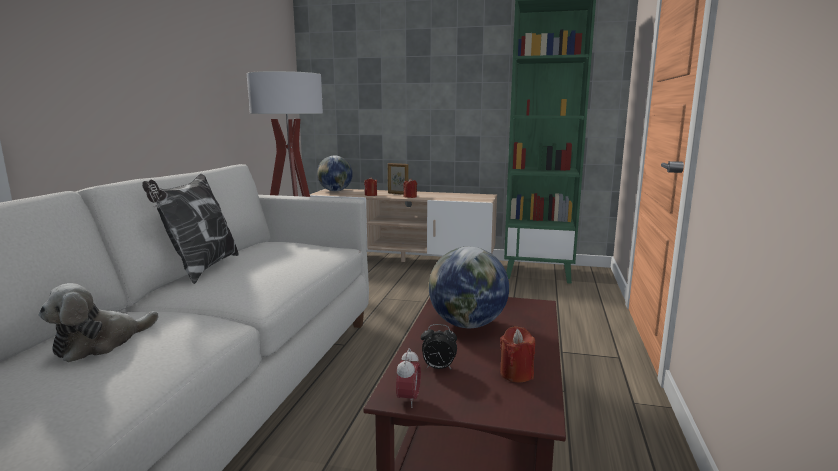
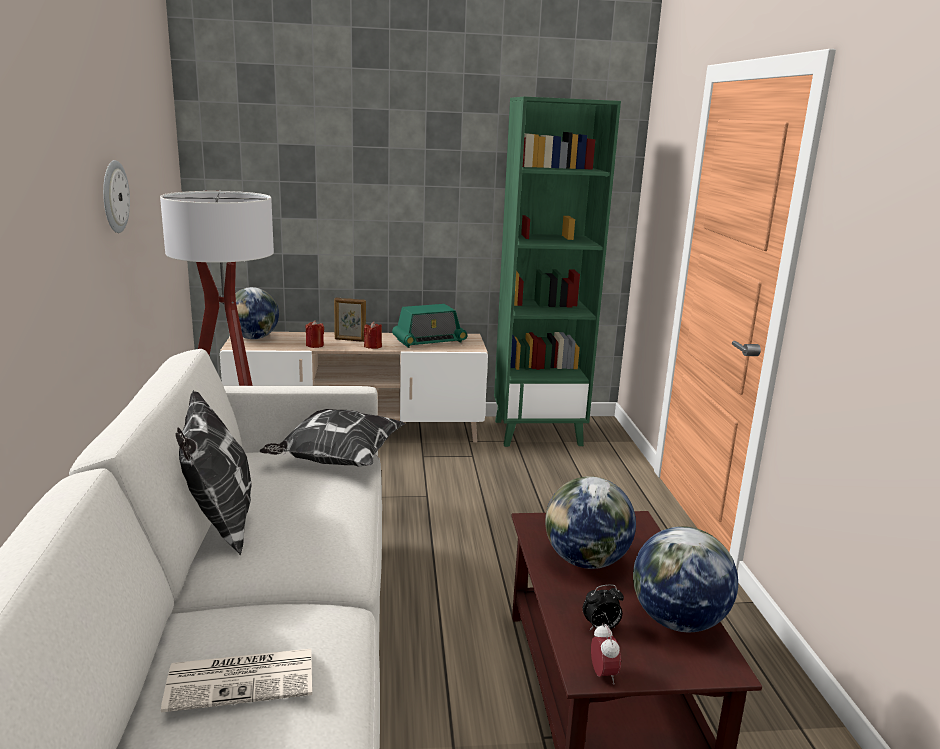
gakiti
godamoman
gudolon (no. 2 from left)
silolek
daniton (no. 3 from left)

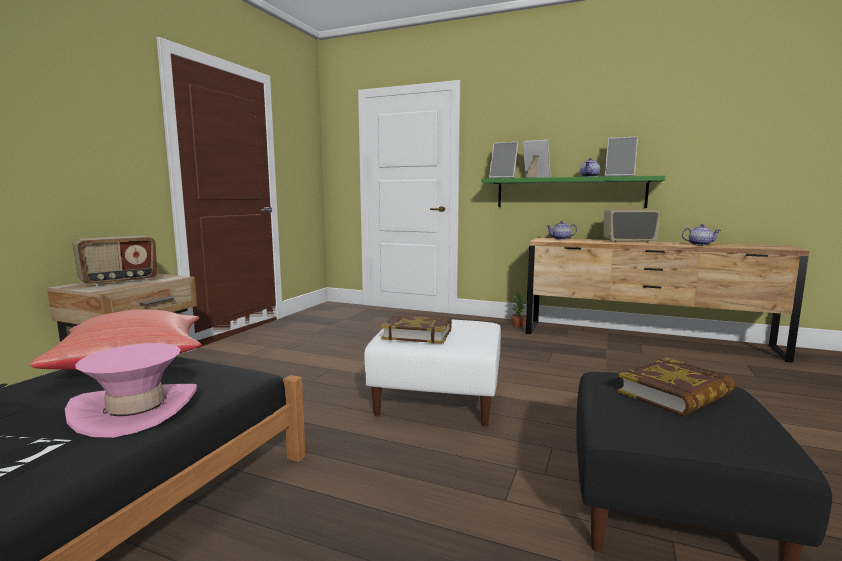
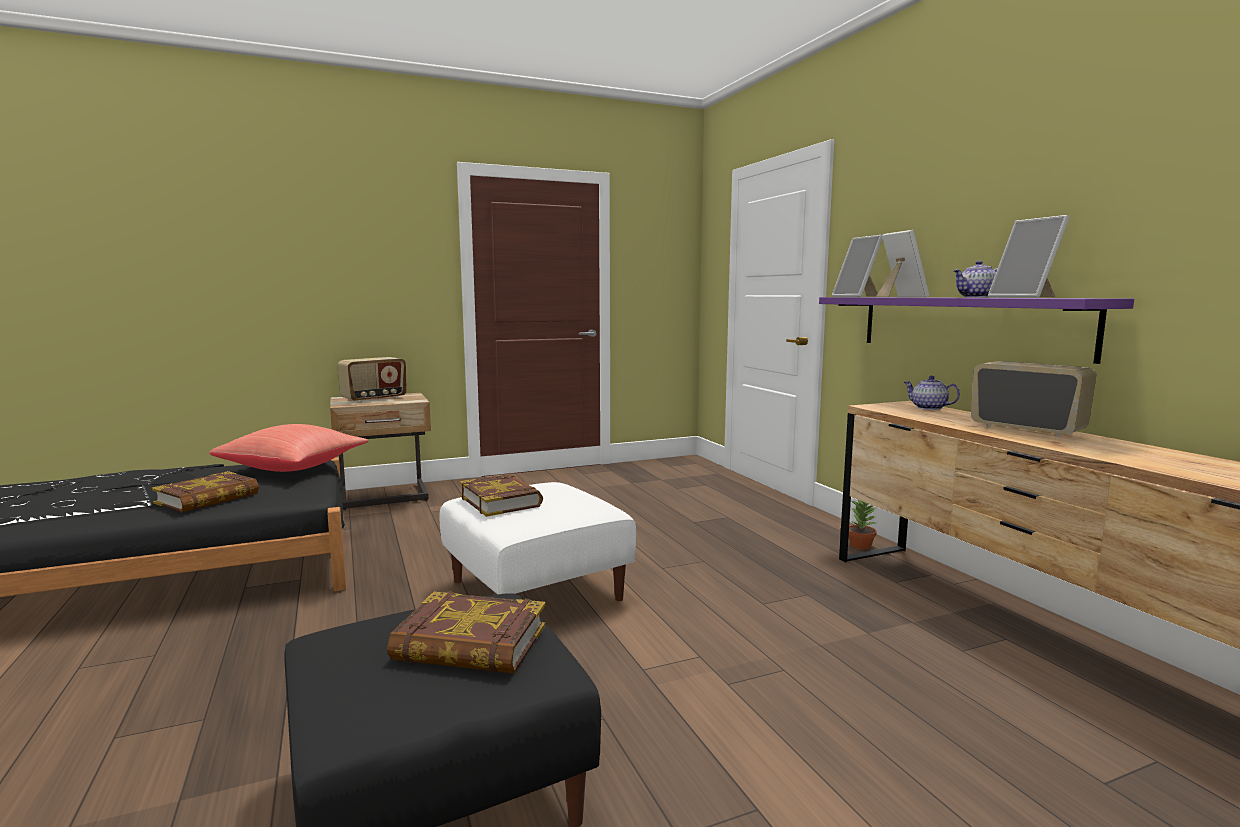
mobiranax (no. 1 from left)
silolek (no. 1 from left)
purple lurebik
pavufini (no. 3 from left in the first image)

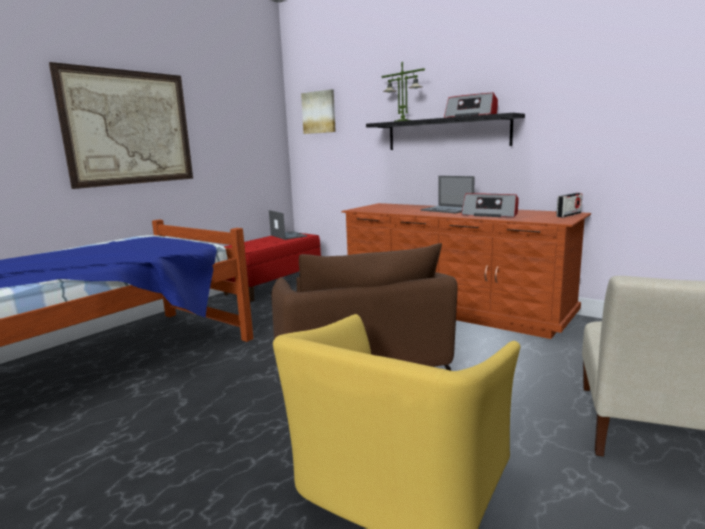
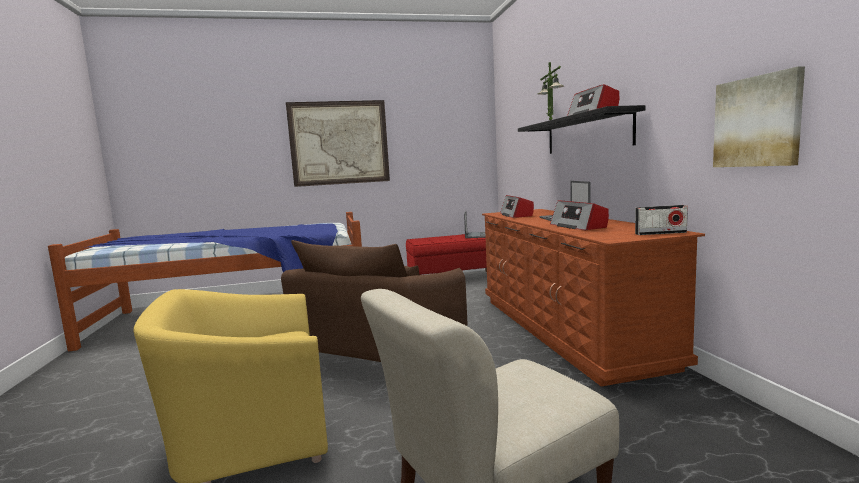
silolek (no. 1 from left)
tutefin (no. 2 from left)

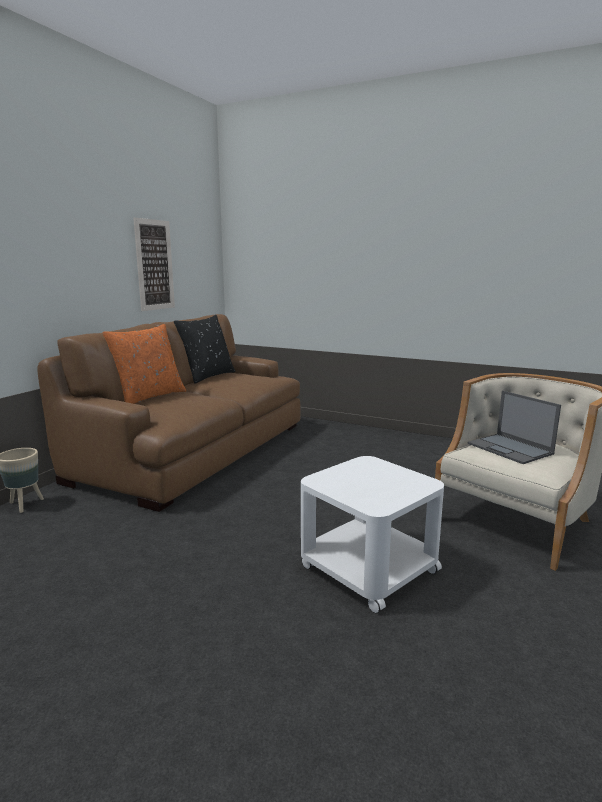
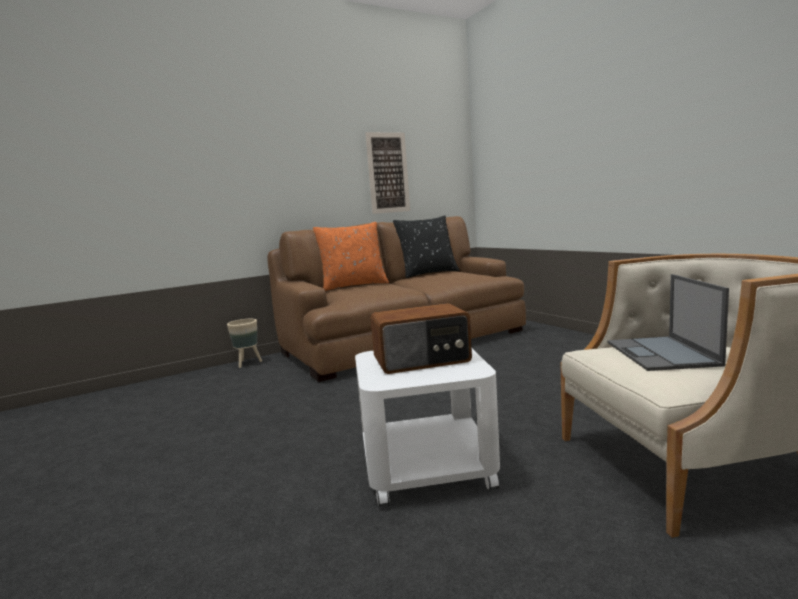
silolek

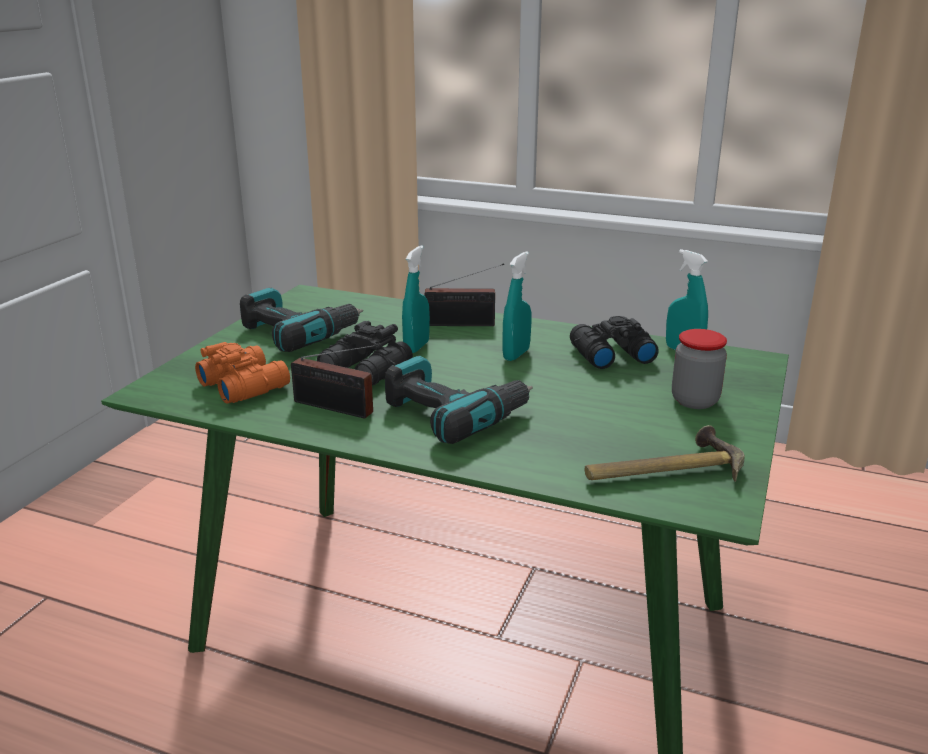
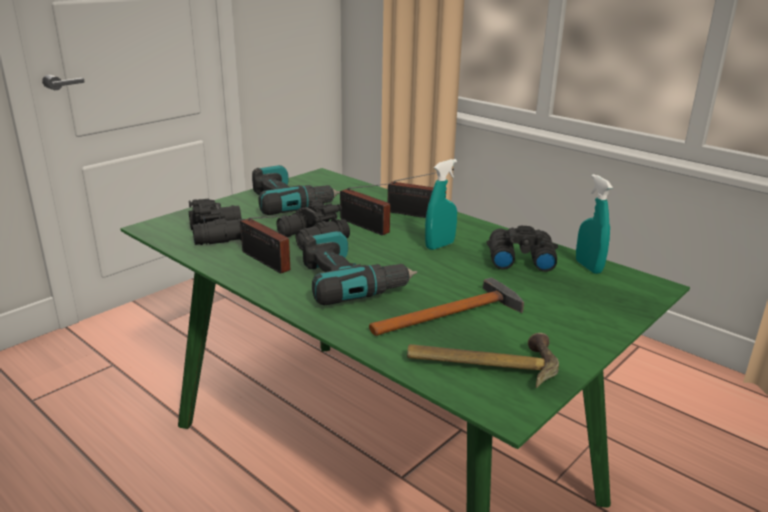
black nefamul (no. 1 from left)
silolek (no. 2 from left)
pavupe (no. 1 from left)
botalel

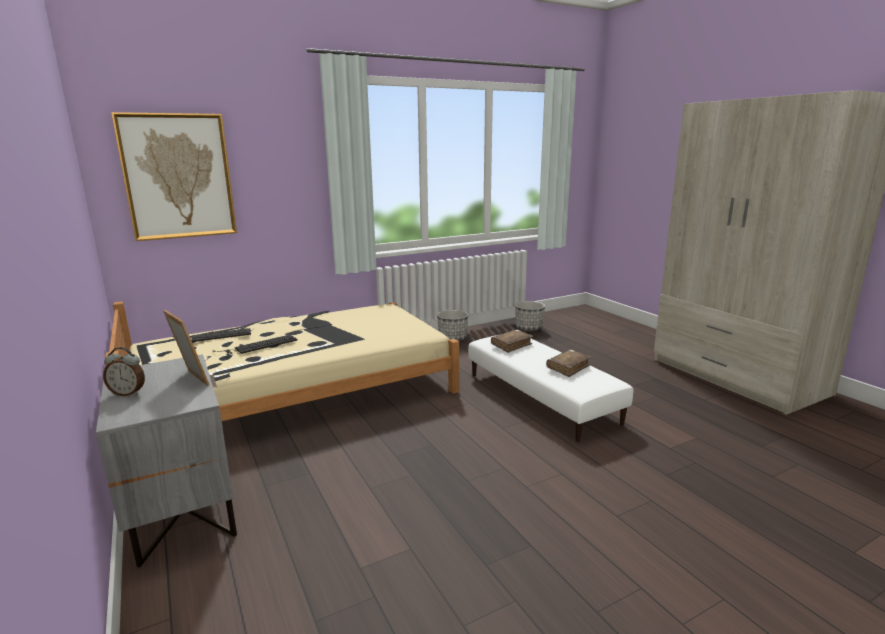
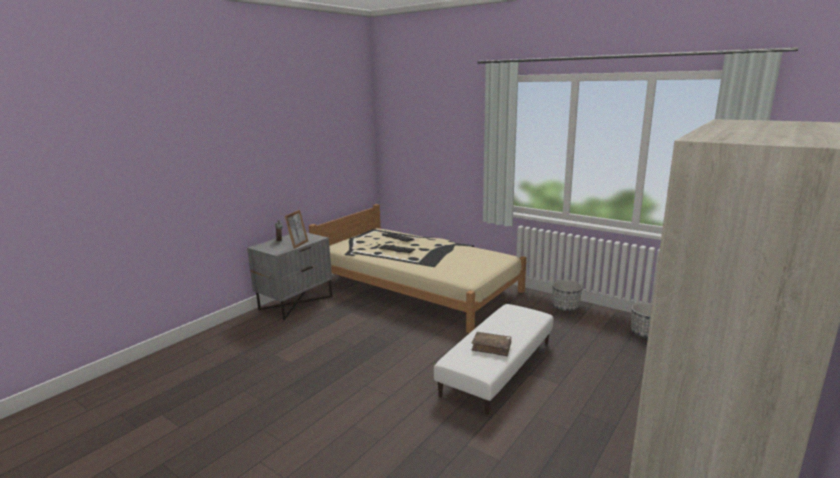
tutefin
brown mobiranax (no. 1 from left in the first image)

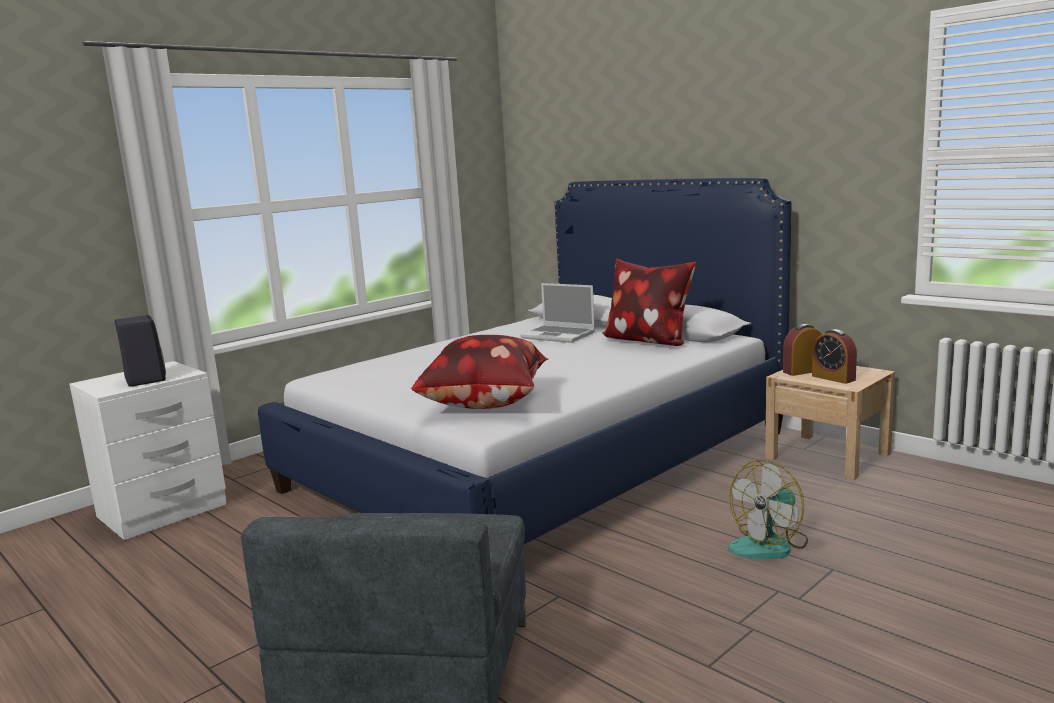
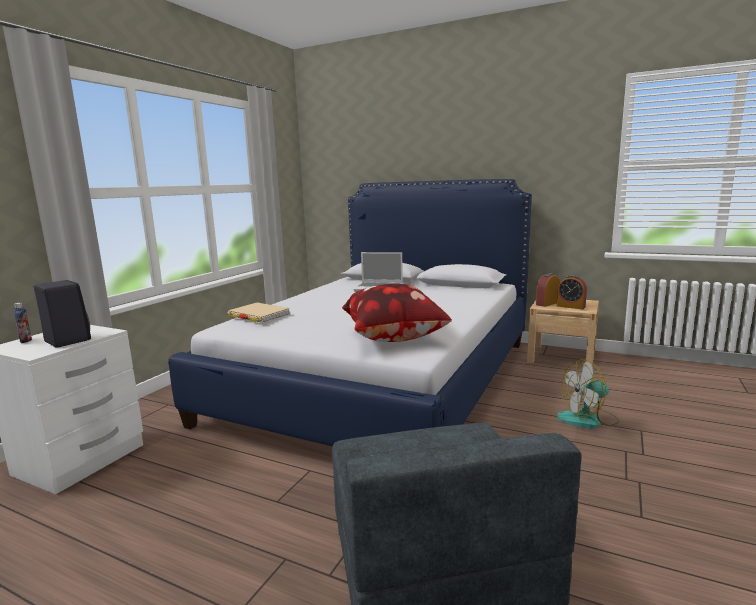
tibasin
beige mobiranax
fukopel
gudolon (no. 2 from left in the first image)

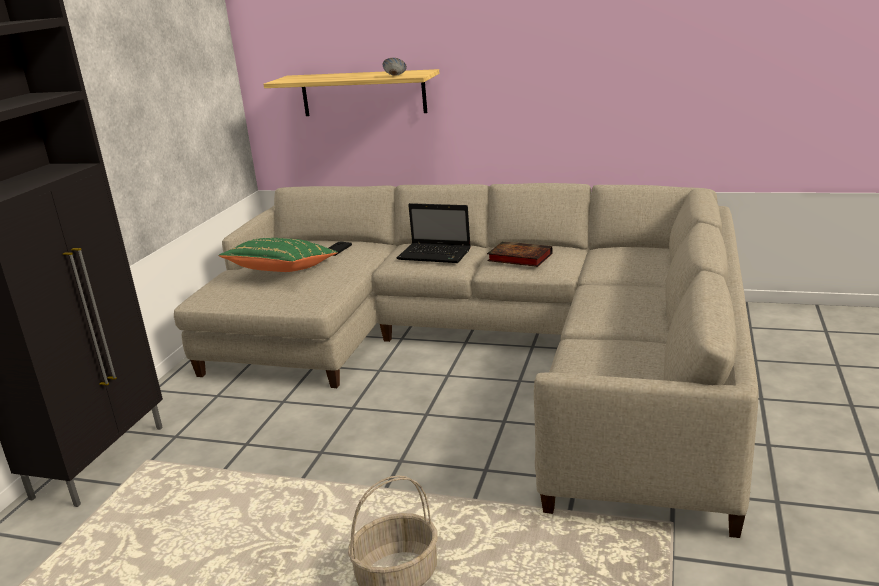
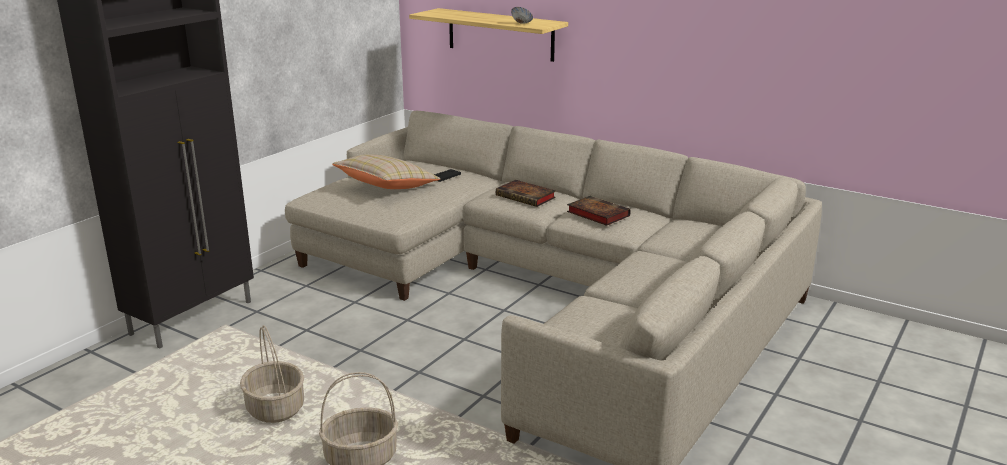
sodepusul (no. 1 from left)
beige gudolon
mobiranax (no. 1 from left)

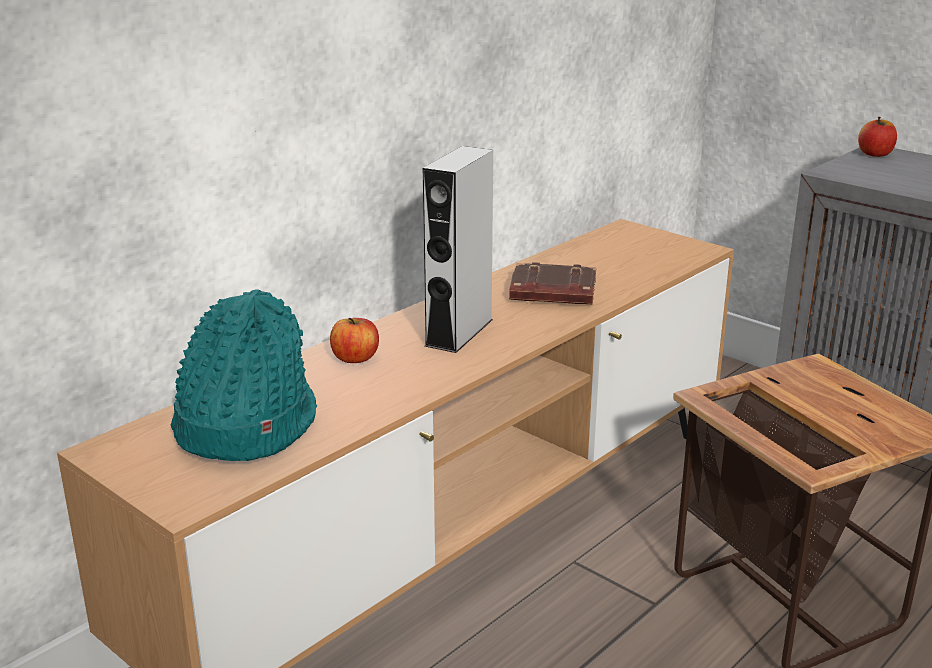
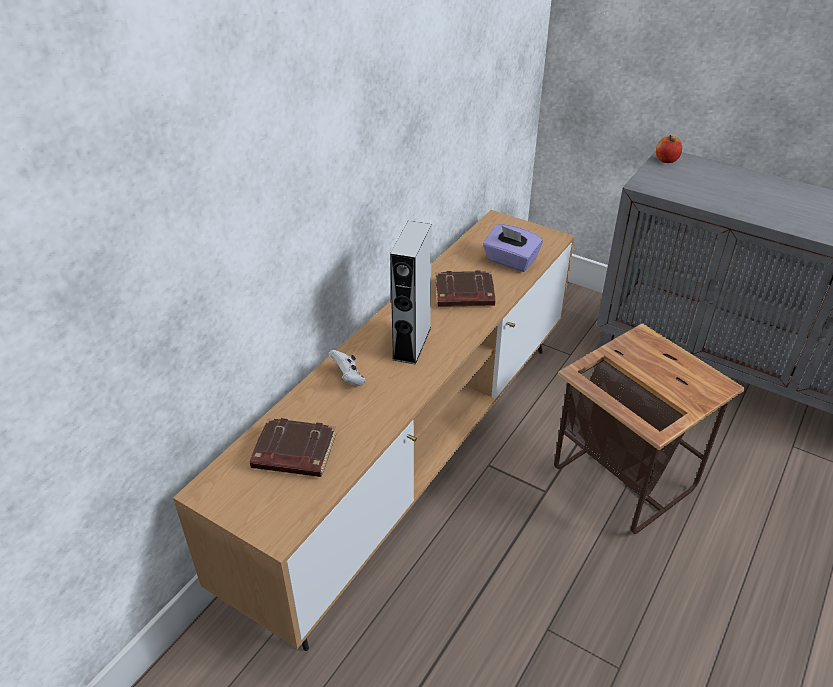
brown mobiranax (no. 1 from left)
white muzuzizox
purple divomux

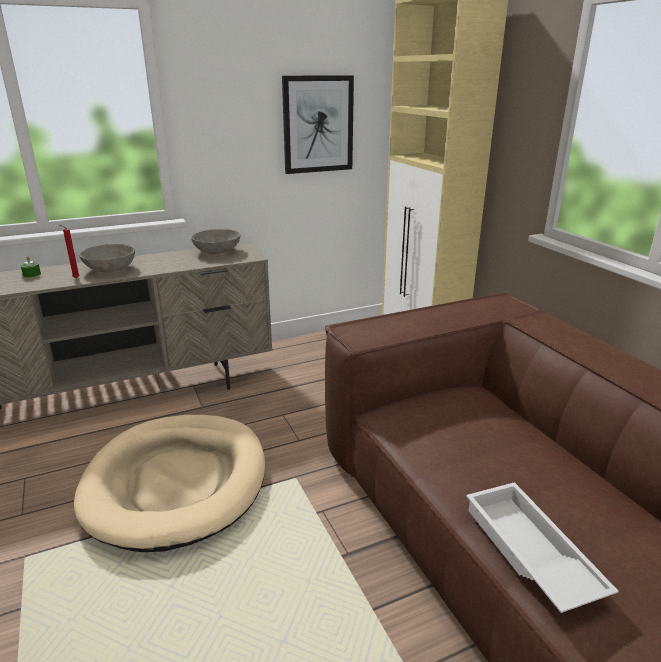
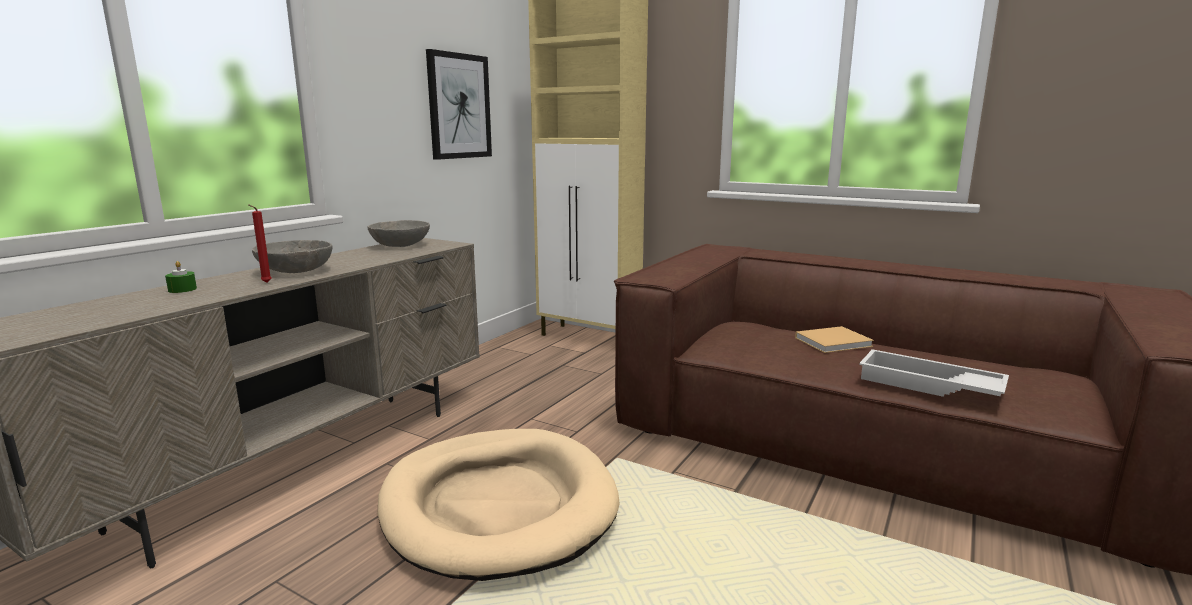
beige mobiranax

